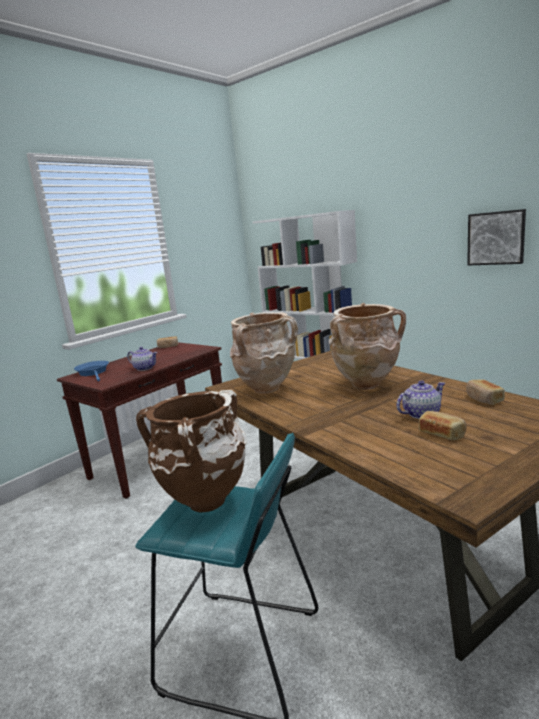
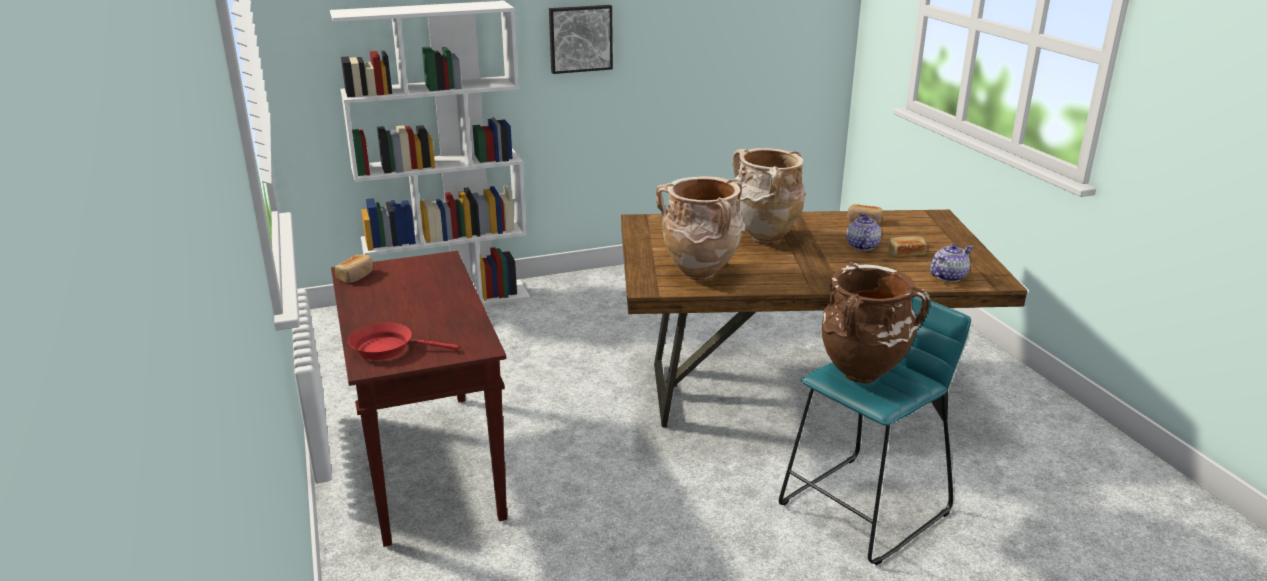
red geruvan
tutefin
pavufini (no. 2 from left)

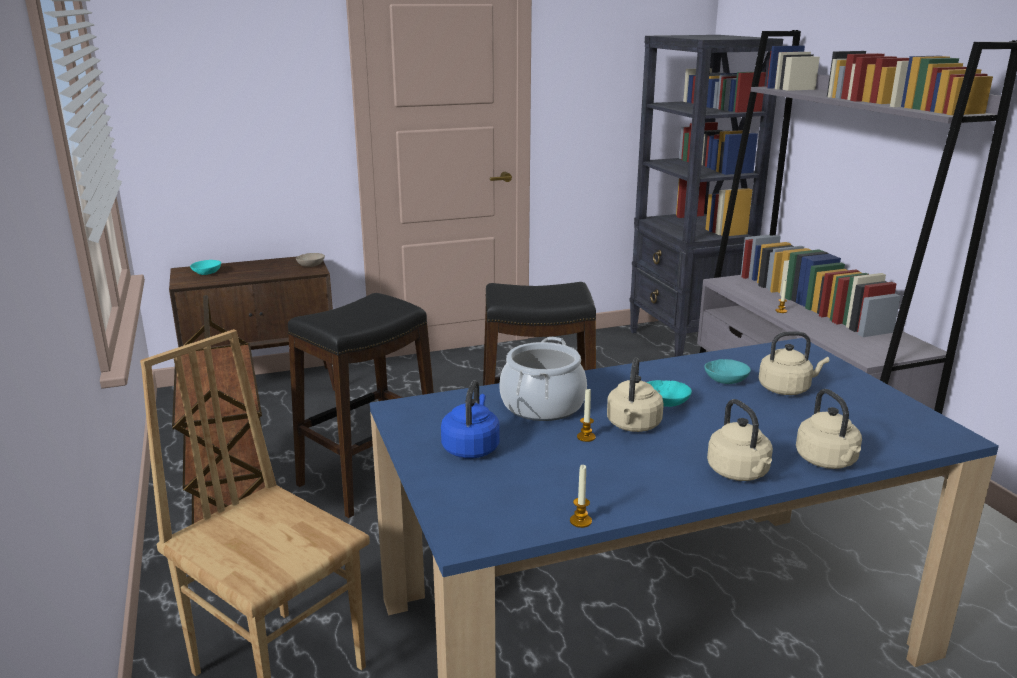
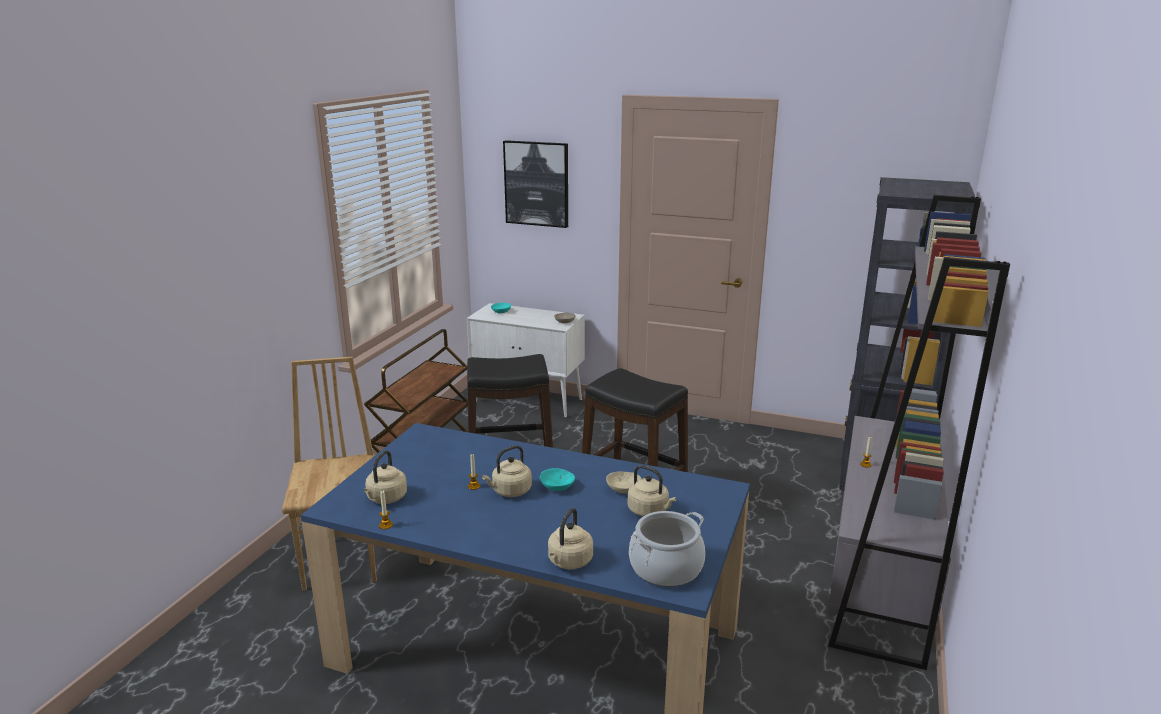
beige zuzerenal (no. 1 from left)
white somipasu
tutefin
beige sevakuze (no. 2 from left)
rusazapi
blue zuzerenal

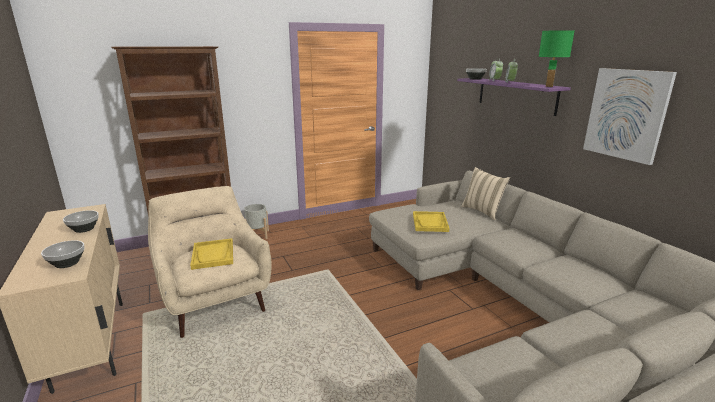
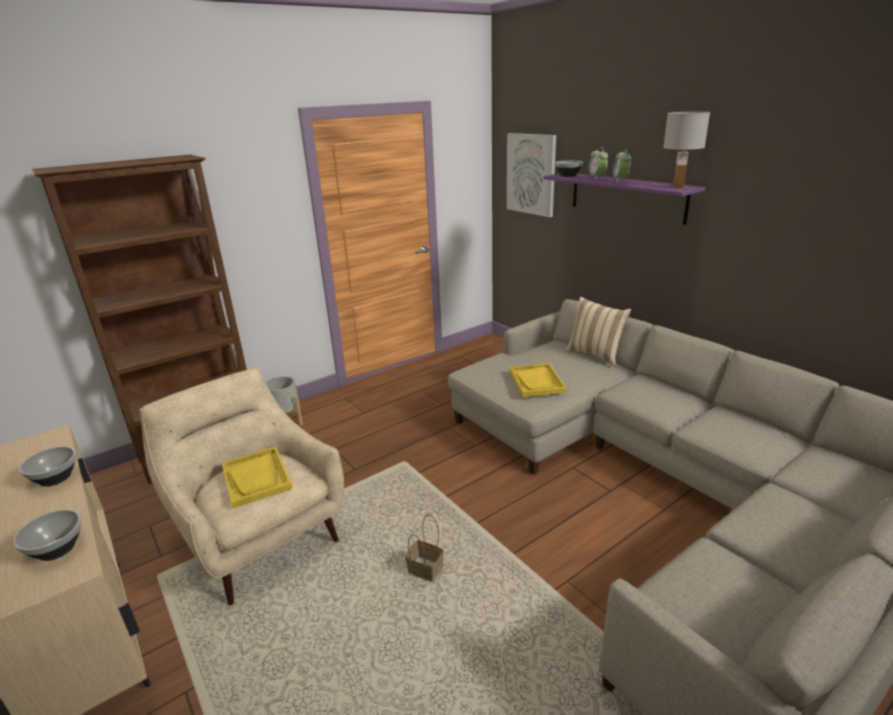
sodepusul
tutefin
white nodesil

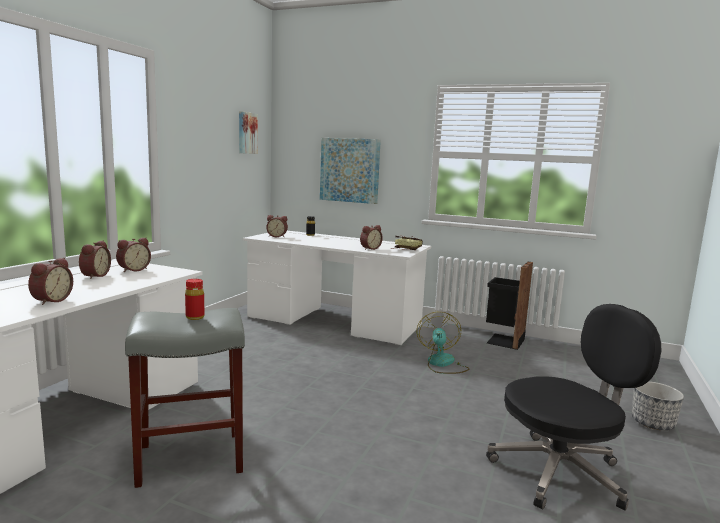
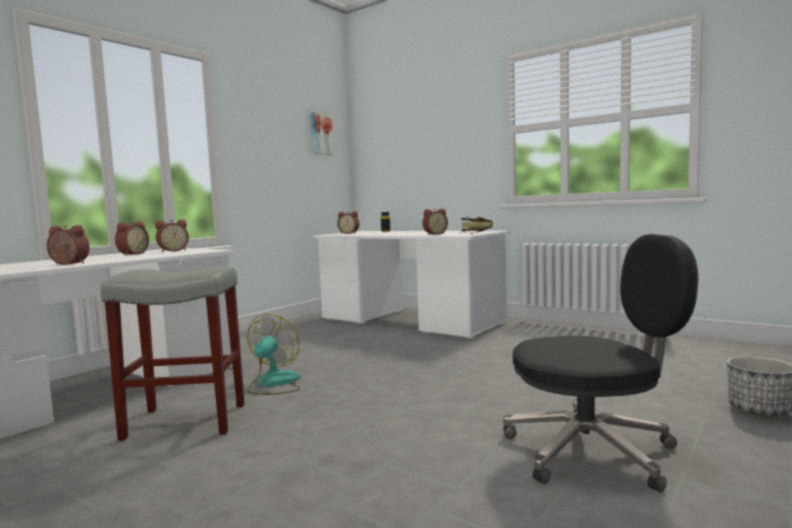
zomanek (no. 1 from left)
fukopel
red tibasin
tutefin (no. 2 from left in the first image)
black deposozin

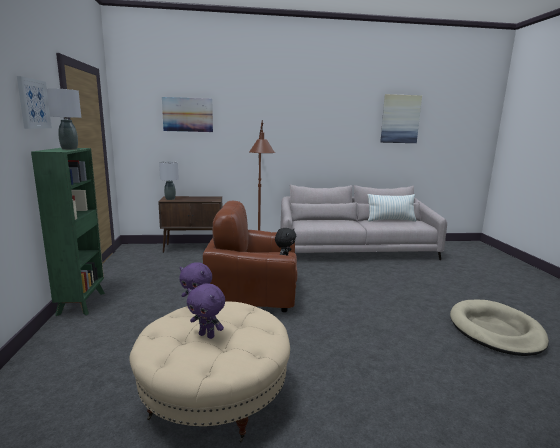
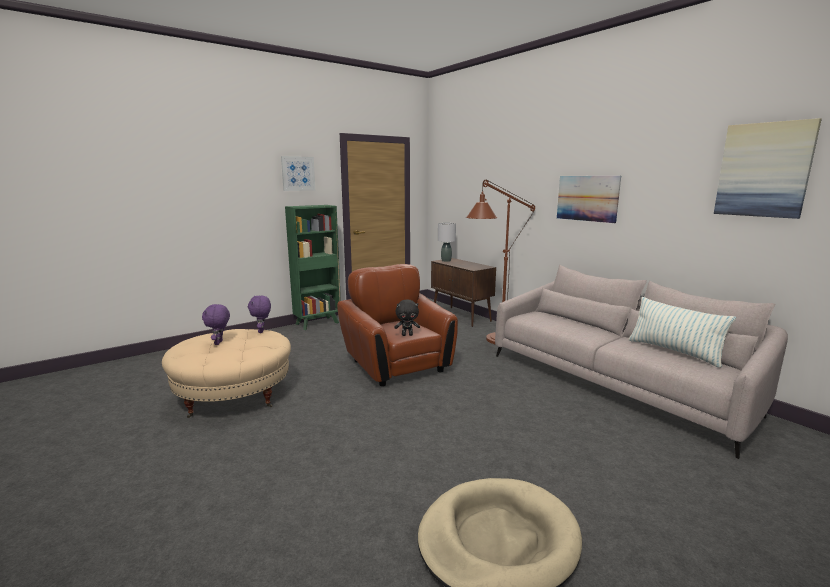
tutefin (no. 2 from left)
grey nodesil (no. 1 from left in the first image)

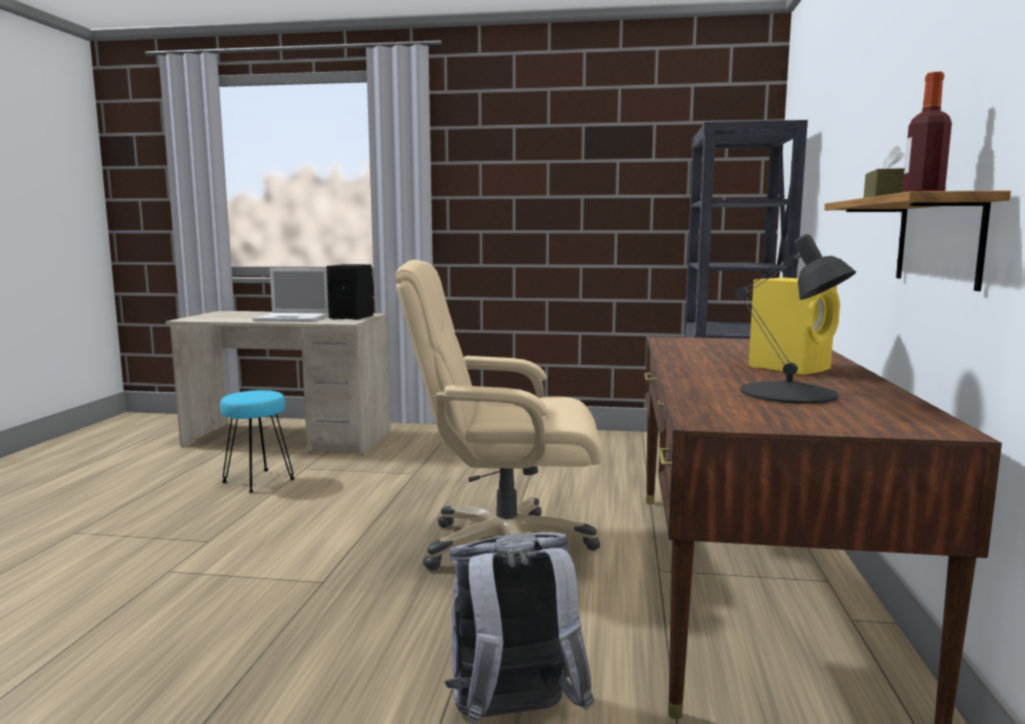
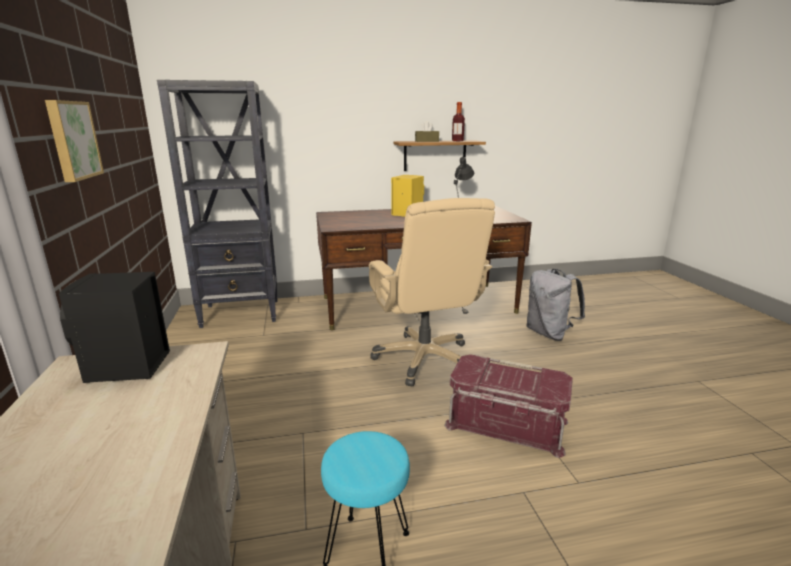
tutefin
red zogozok
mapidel

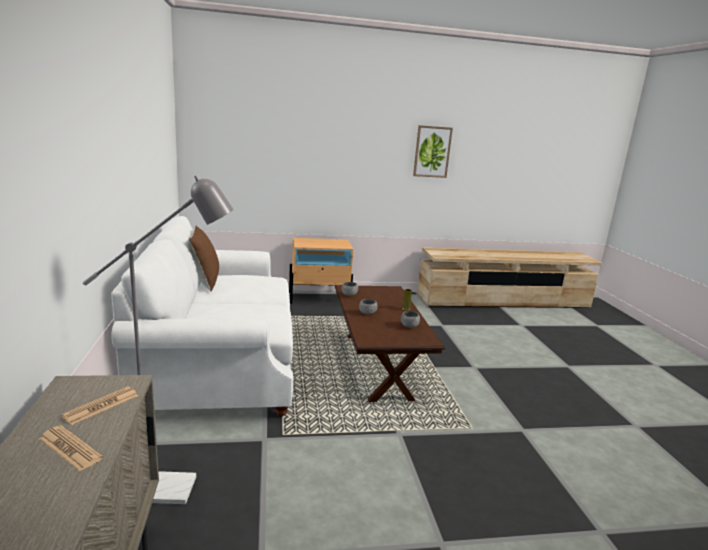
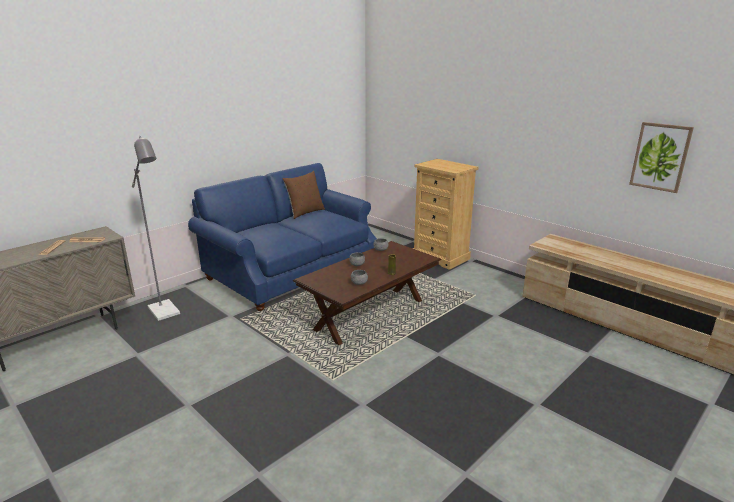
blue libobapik
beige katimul
tutefin

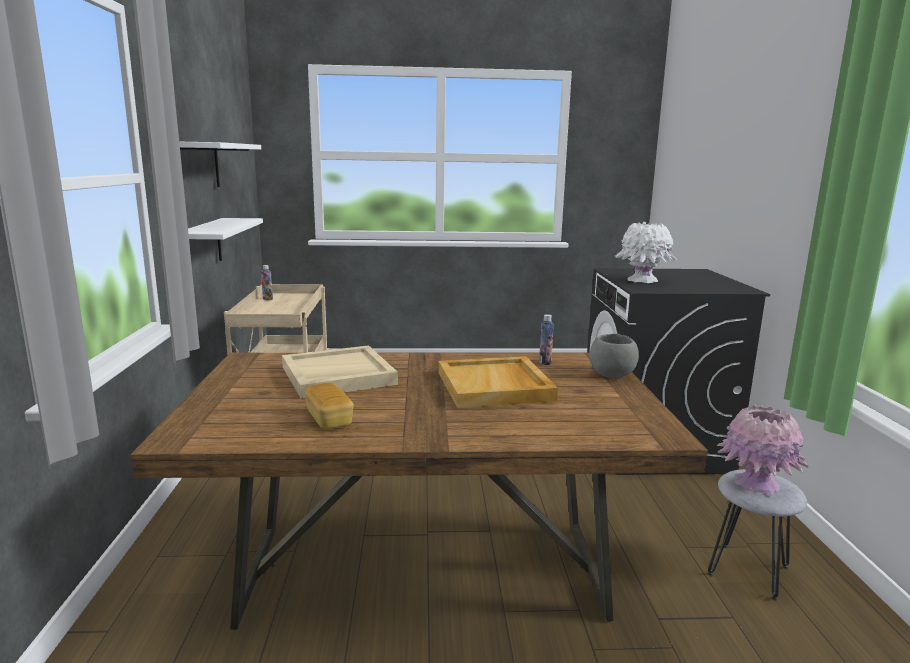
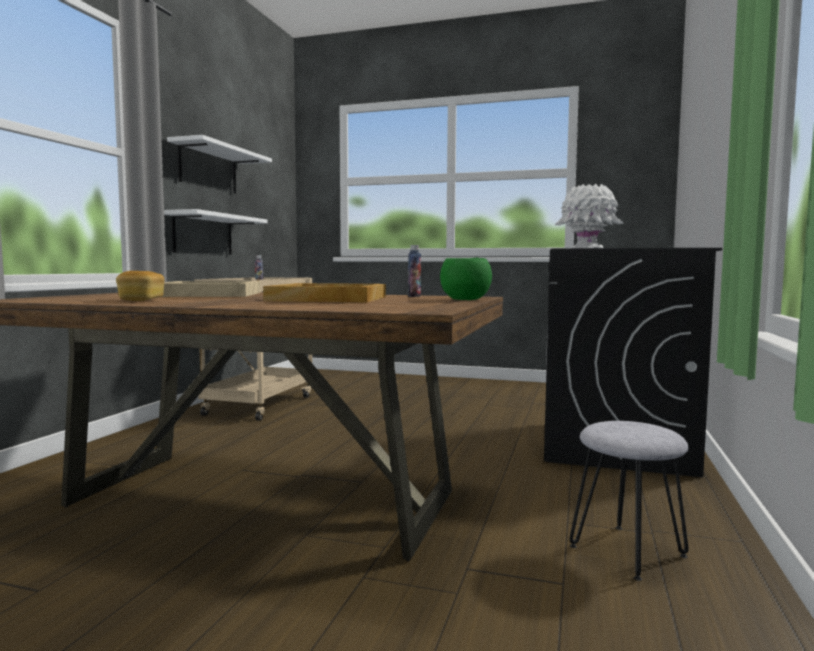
green sevakuze
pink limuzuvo

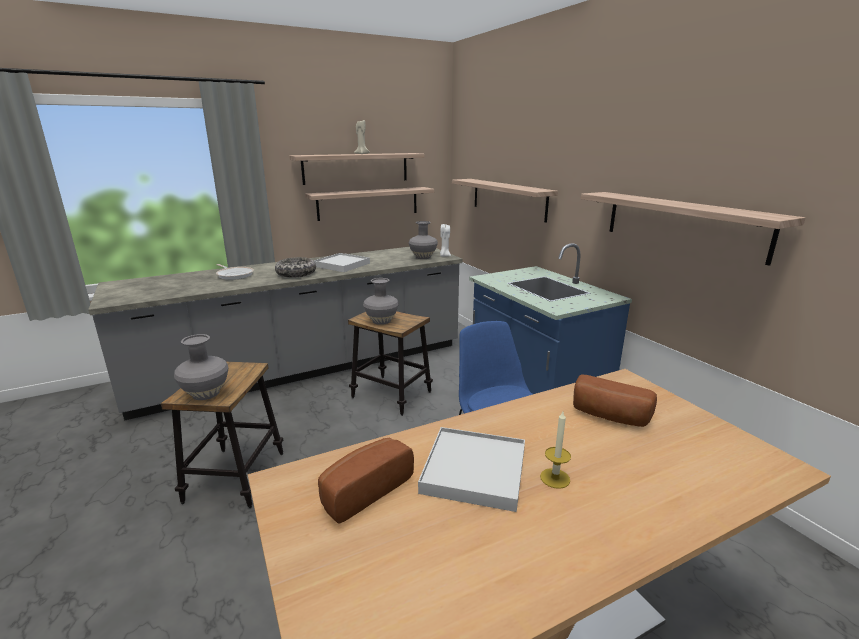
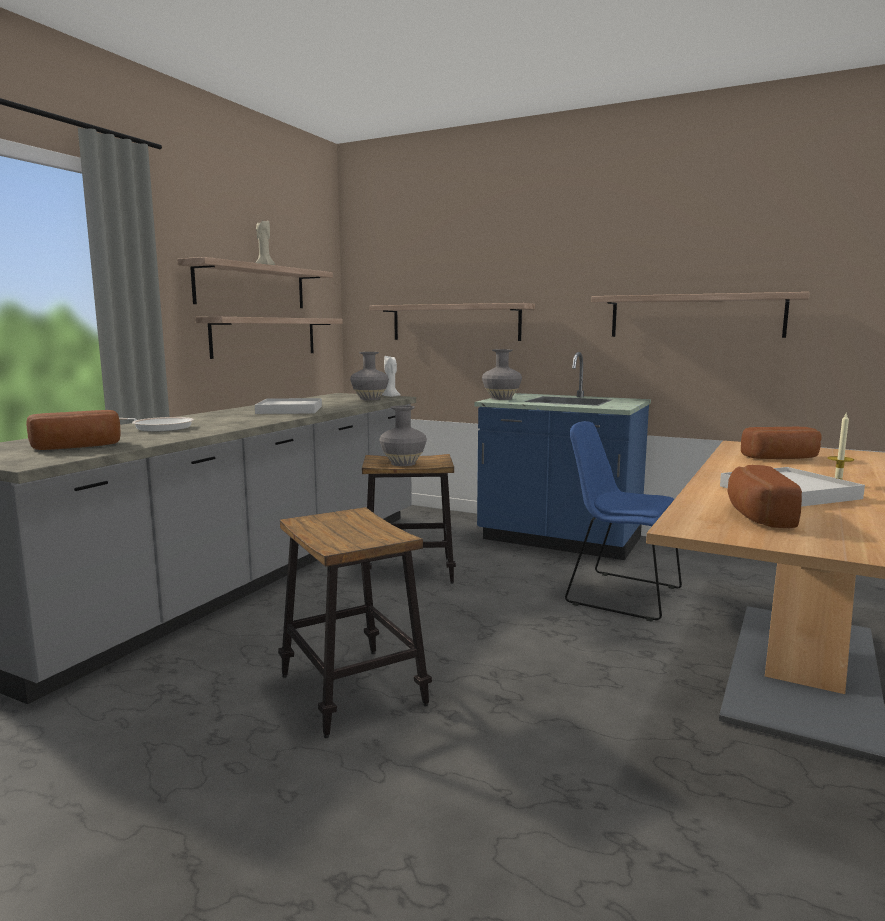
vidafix (no. 1 from left)
grey limuzuvo (no. 3 from left)
sevakuze

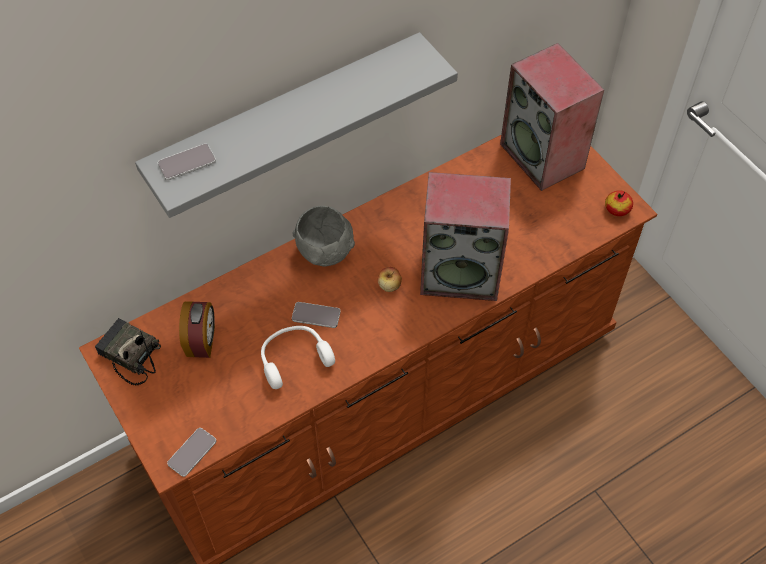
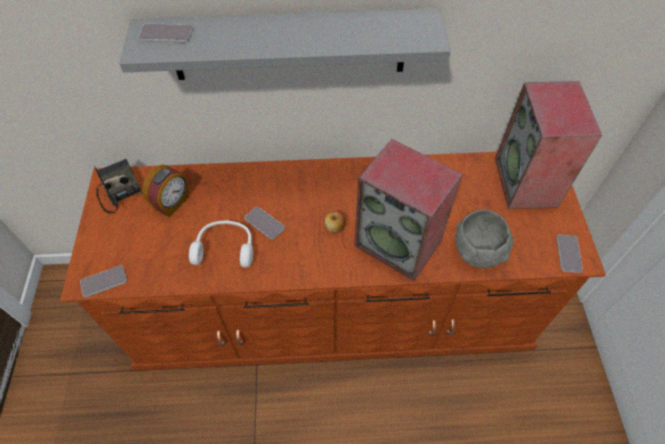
grey sevakuze
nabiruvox (no. 4 from left)

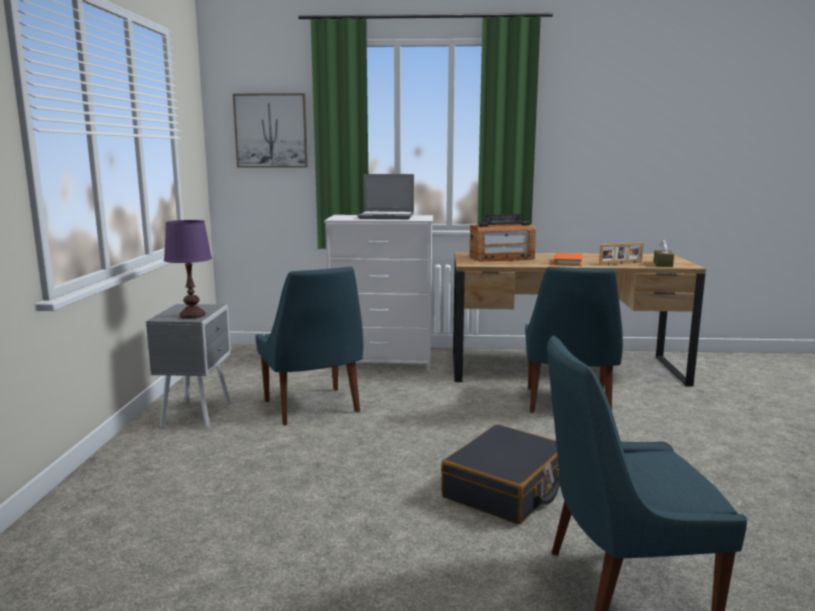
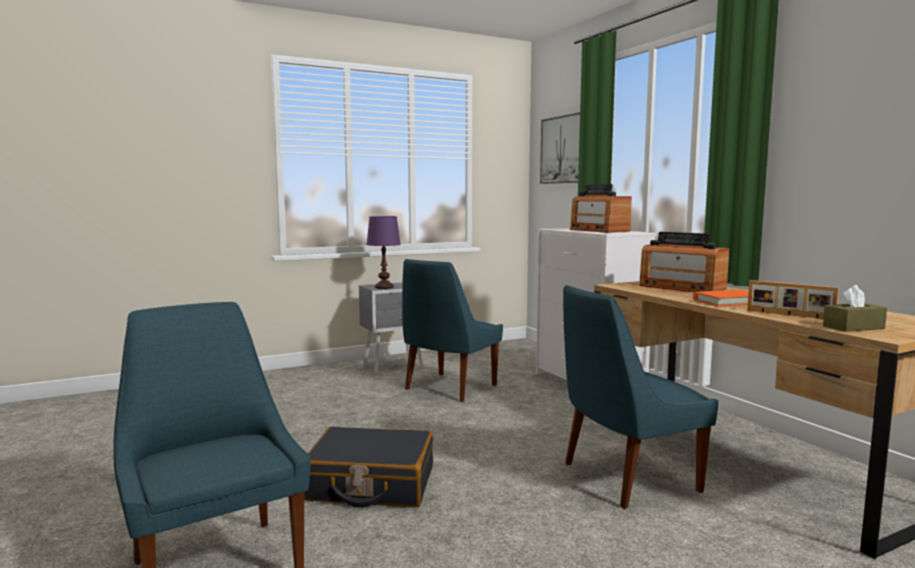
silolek (no. 1 from left)

